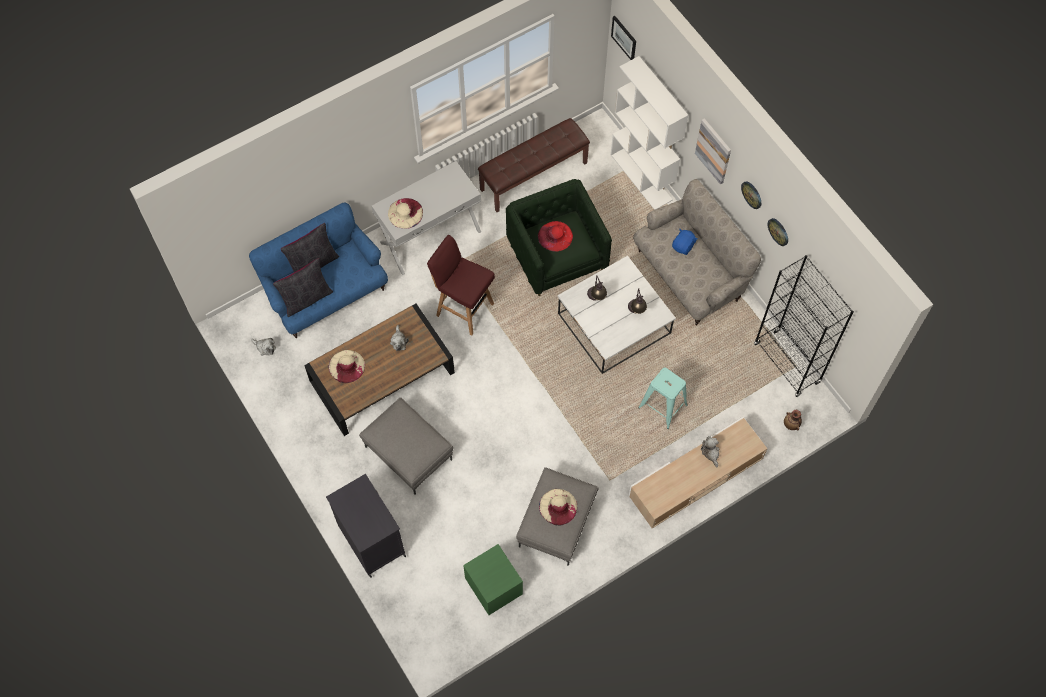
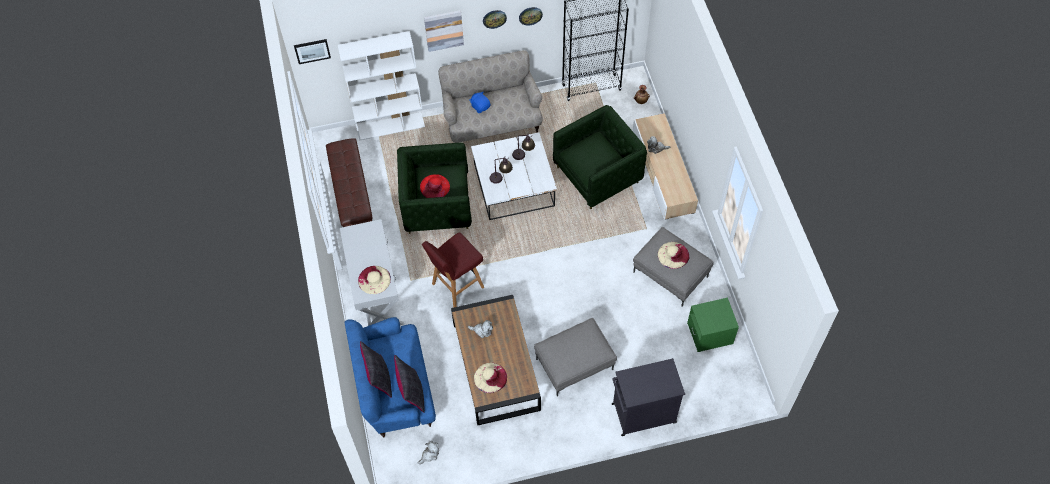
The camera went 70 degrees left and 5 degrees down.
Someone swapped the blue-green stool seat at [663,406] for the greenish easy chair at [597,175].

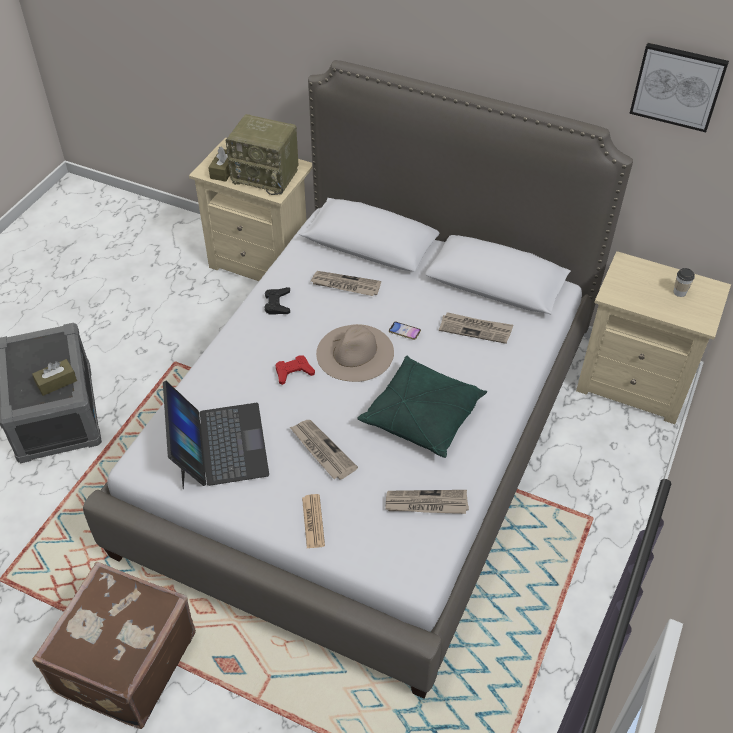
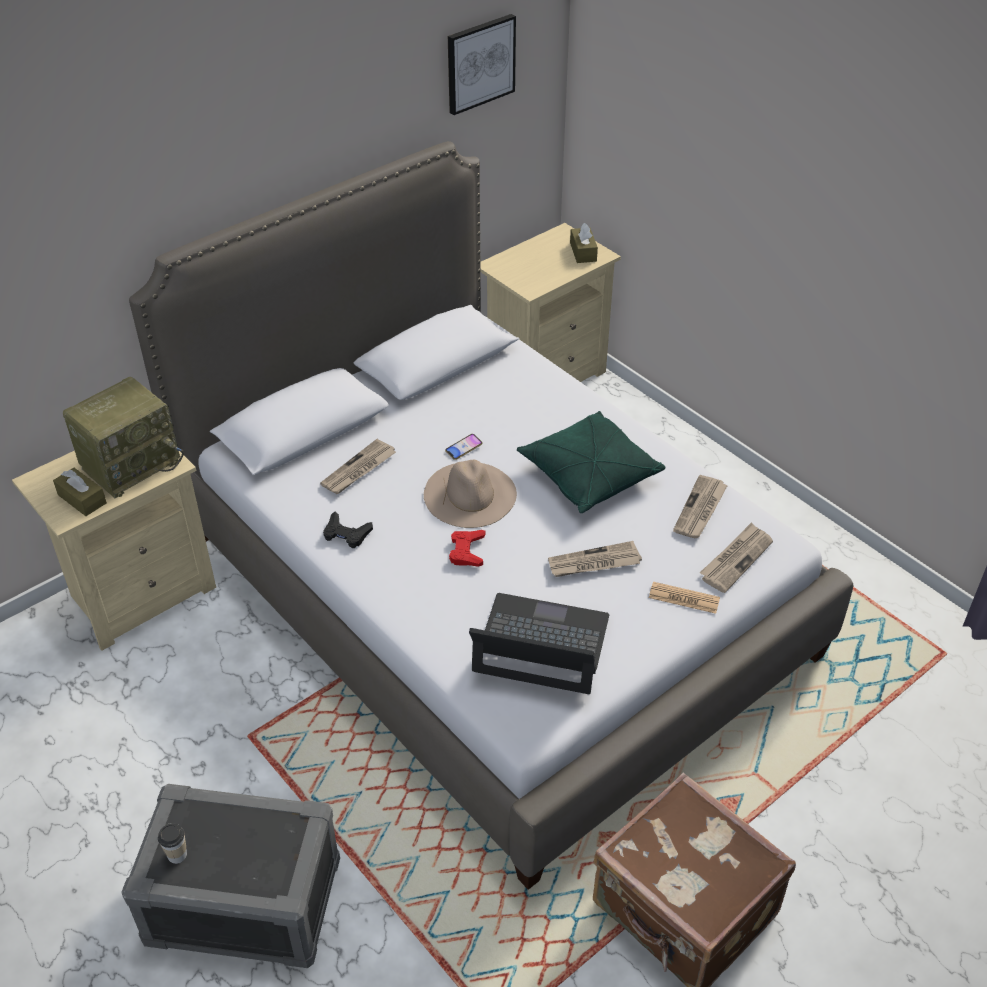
The camera went 65 degrees left and 5 degrees down.
Someone carried the brown-coloured tissue box from [56,382] to [583,252].
Someone carried the daily paper from [476,329] to [736,559].
Someone carried the drinking cup from [679,292] to [177,854].

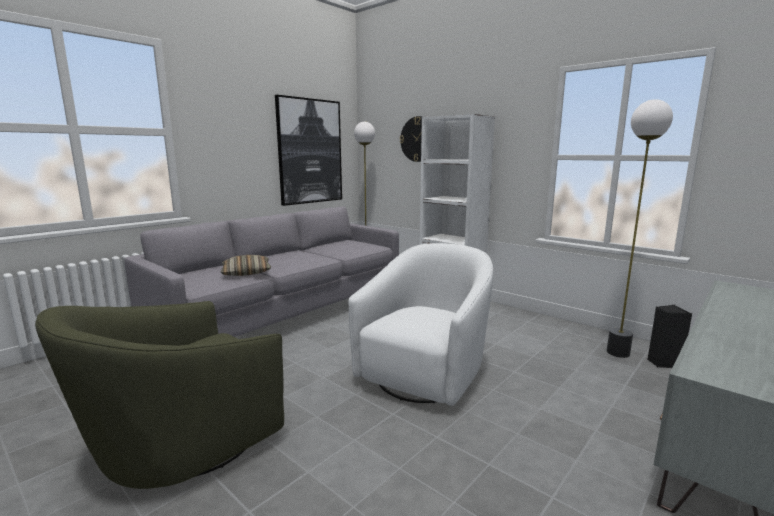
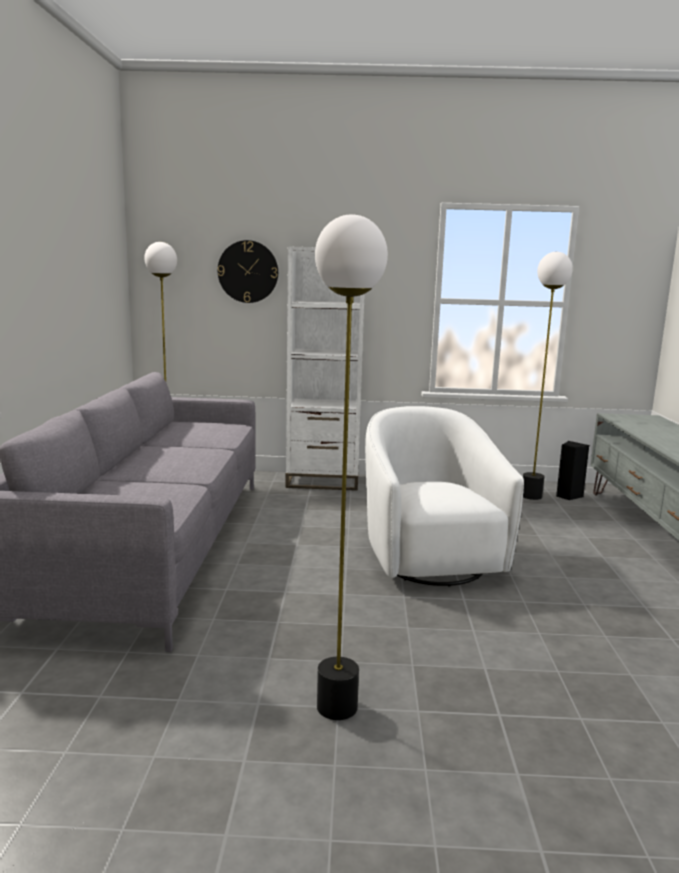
The camera went 40 degrees left and 0 degrees up.
Someone took away the pillow at [246,272].
Someone took away the wall picture at [310,151].
Someone swapped the greenish easy chair at [183,446] for the standing lamp at [336,707].

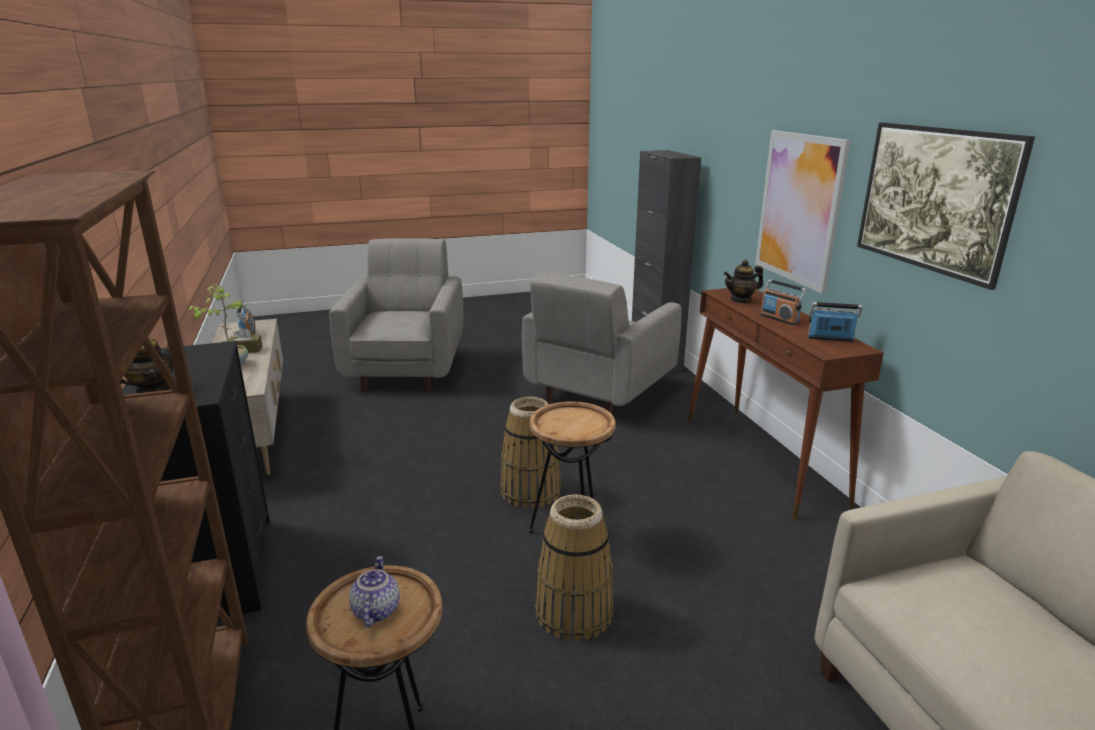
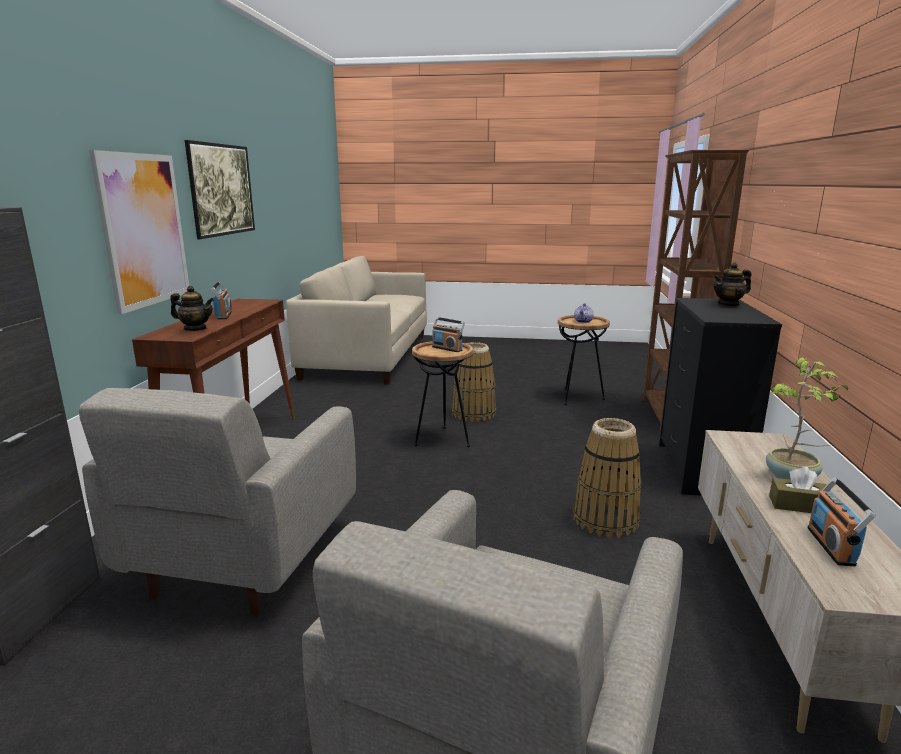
The camera went 155 degrees left and 5 degrees down.
Someone carried the basket from [530,491] to [606,520].
Someone carried the radio receiver from [830,338] to [447,348].
Someone rotated the gray easy chair at [598,394] by 135 degrees clockwise.

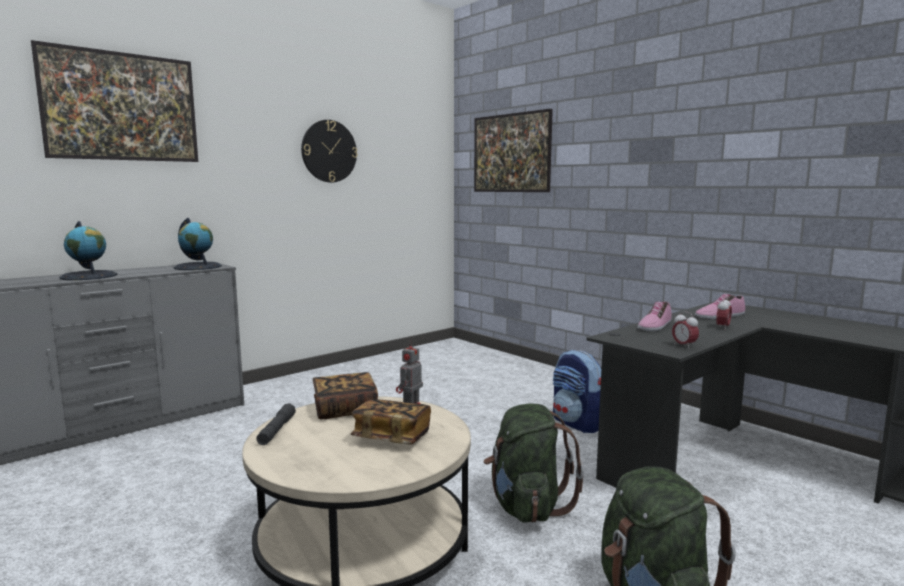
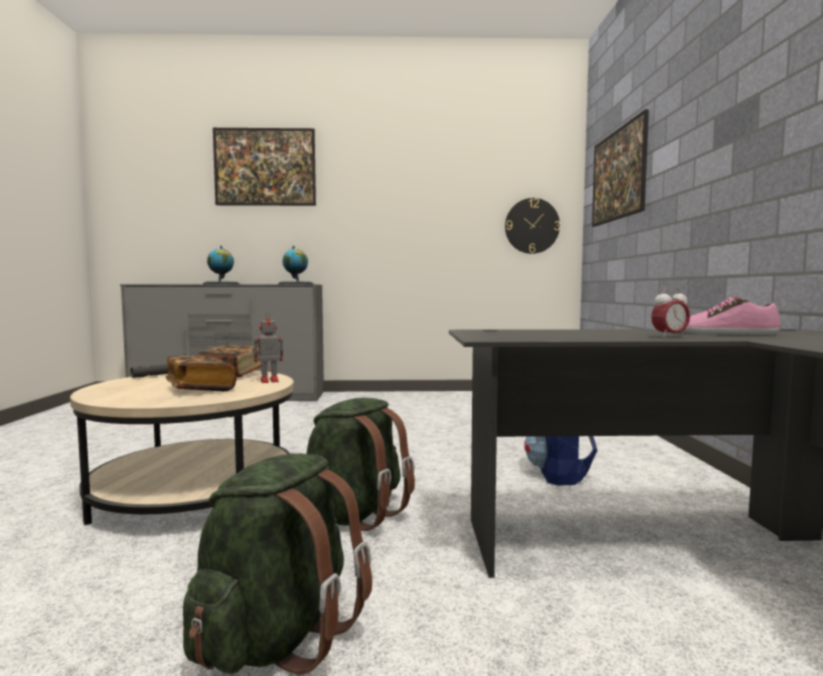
The camera went 40 degrees right and 5 degrees down.
Someone took away the low shoe at [654,326].
Someone took away the alarm clock at [684,346].
Someone carried the clock on the wall from [329,151] to [532,226].

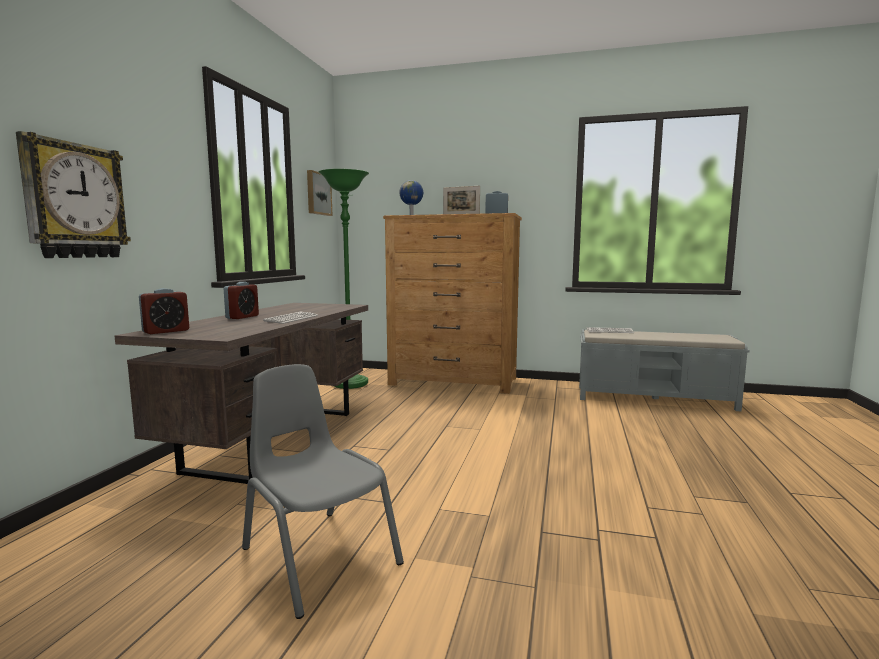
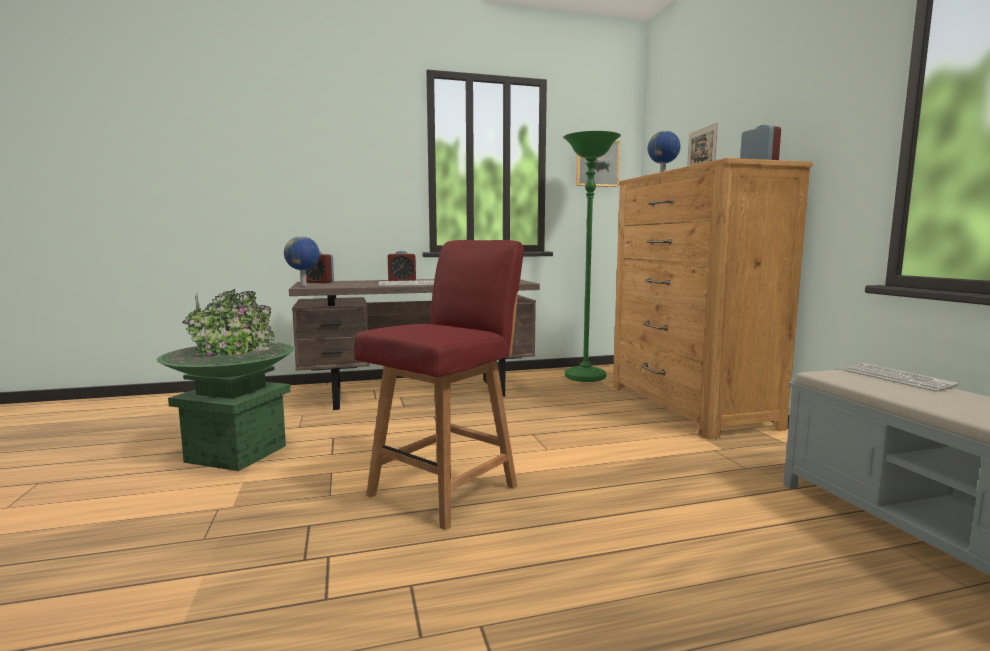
The camera went 60 degrees right and 0 degrees up.
Someone took away the clock on the wall at [74,201].
Someone put down the desk globe at [304,286].
Someone put down the red-coloured plain chair at [446,489].
Someone swapped the gray plain chair at [319,556] for the greenish flower pot at [237,453].

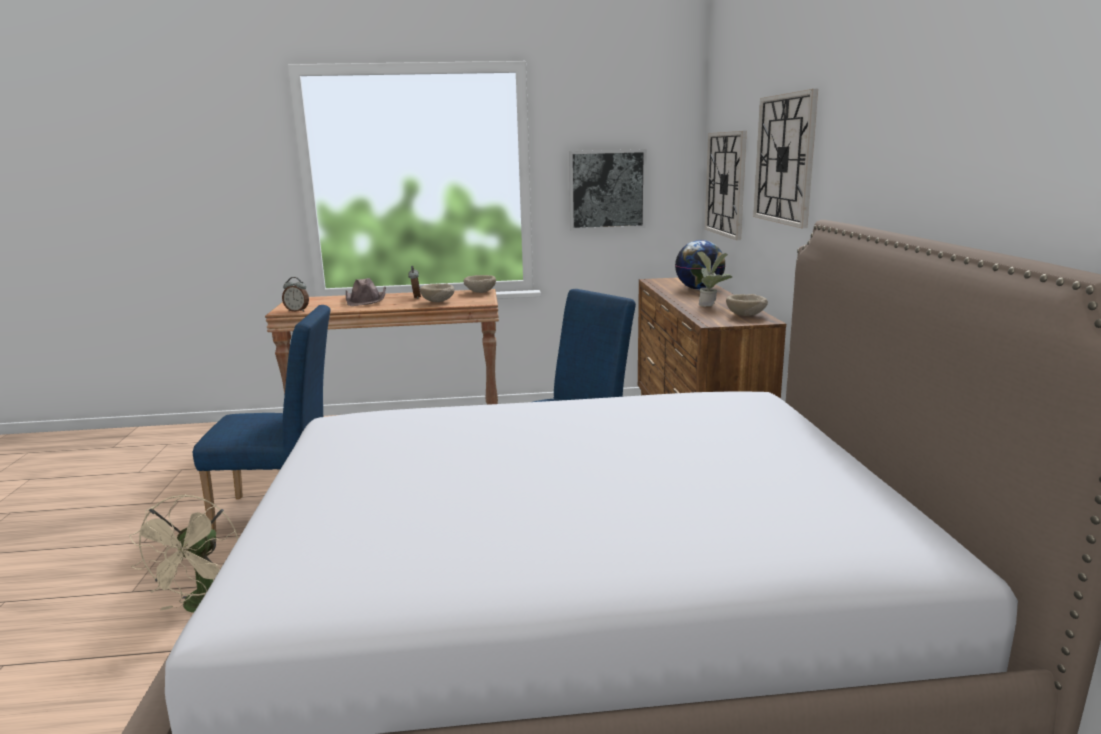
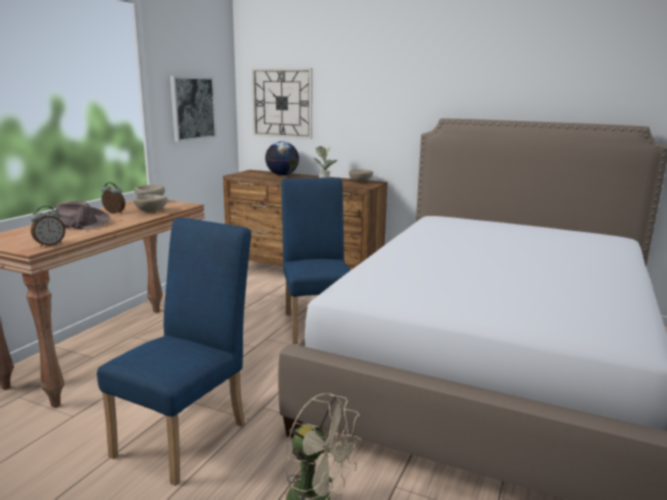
The camera went 60 degrees left and 0 degrees up.
Someone took away the clock on the wall at [785,159].

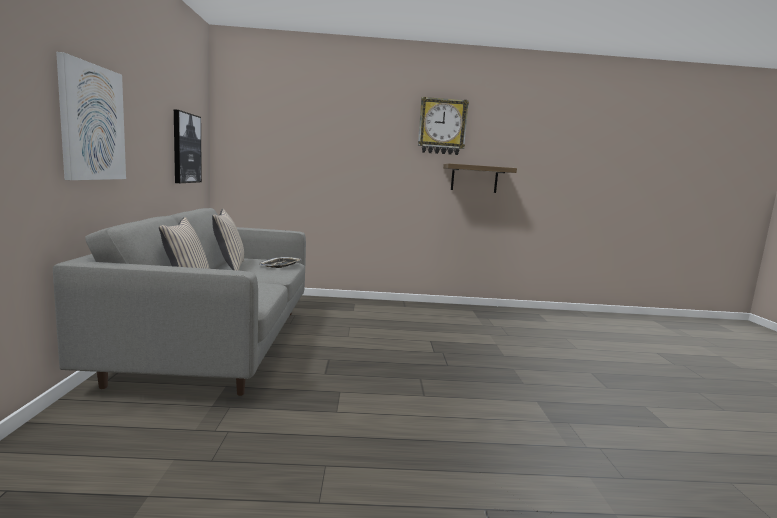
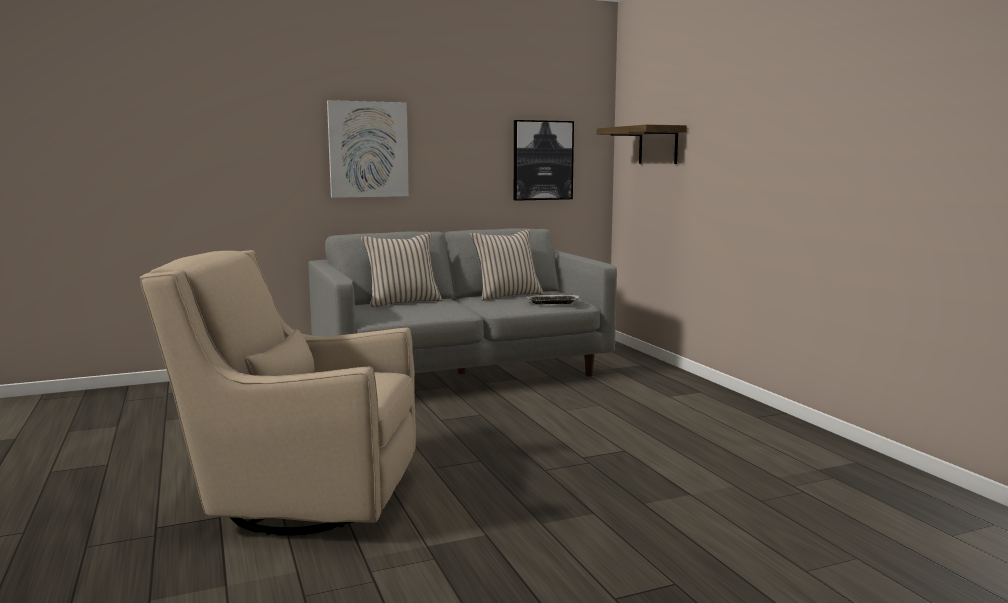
The camera went 70 degrees right and 0 degrees up.
Someone took away the clock on the wall at [442,126].
Someone put down the sand-coloured easy chair at [298,499].
Someone carried the bracket shelf from [474,178] to [658,145].

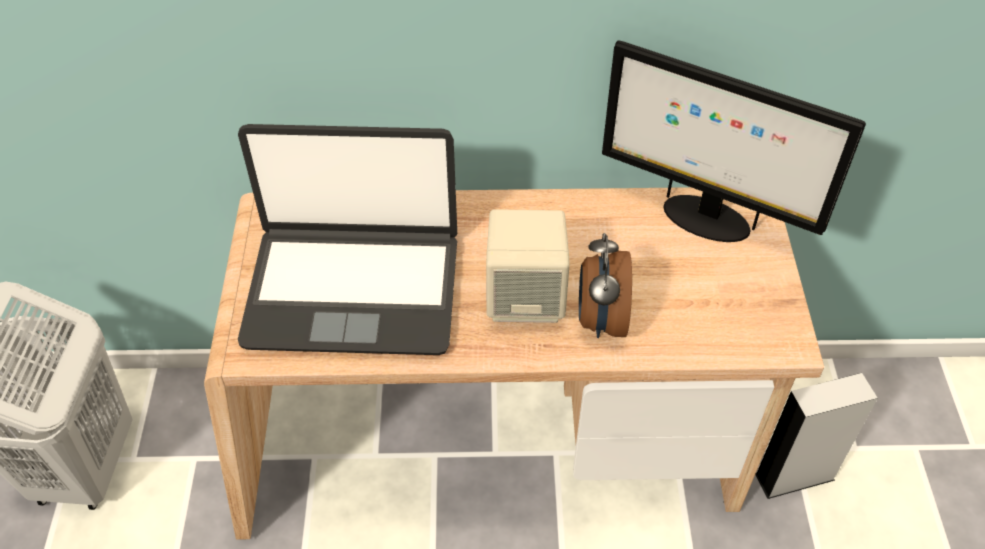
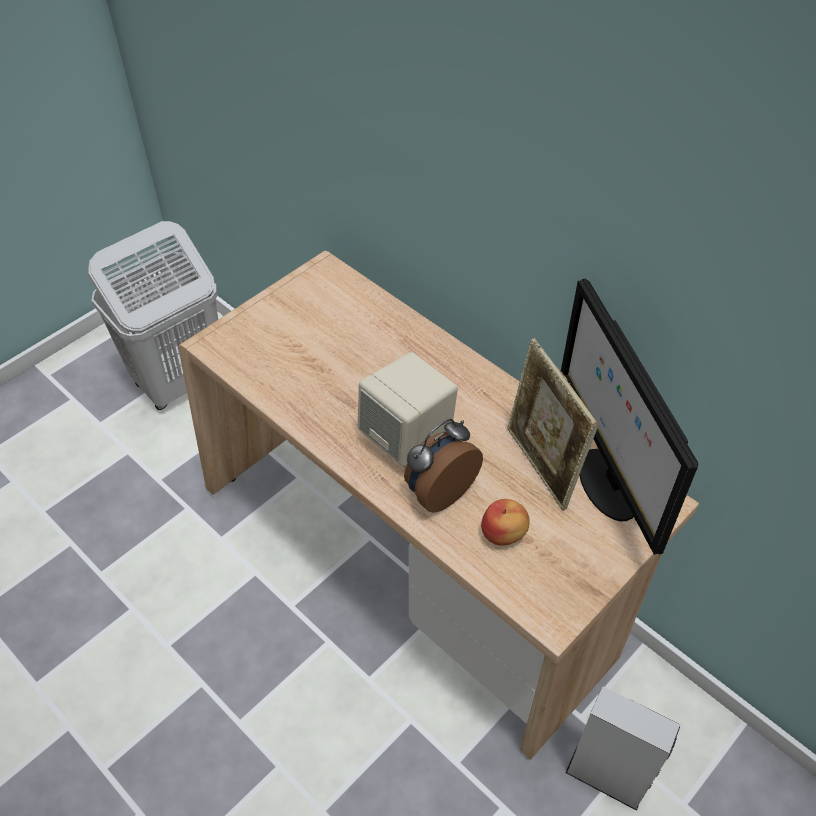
The camera went 45 degrees right and 0 degrees up.
Someone took away the portable computer at [353,289].
Someone put down the apple at [504,534].
Someone put down the picture frame at [541,467].

